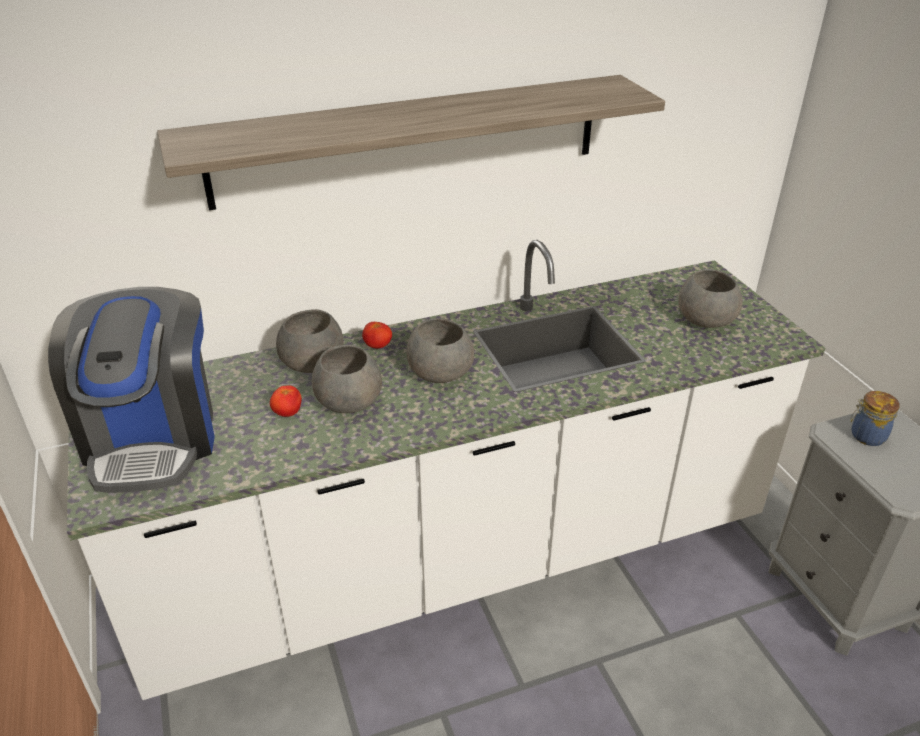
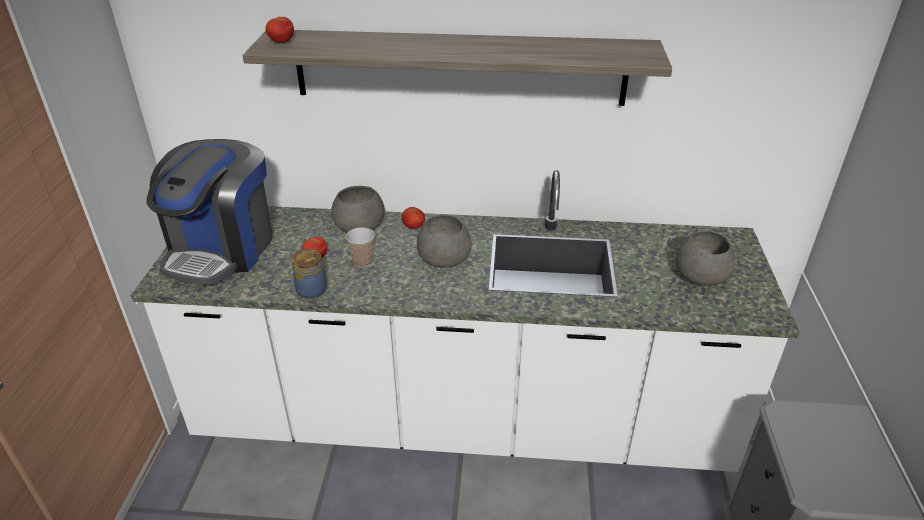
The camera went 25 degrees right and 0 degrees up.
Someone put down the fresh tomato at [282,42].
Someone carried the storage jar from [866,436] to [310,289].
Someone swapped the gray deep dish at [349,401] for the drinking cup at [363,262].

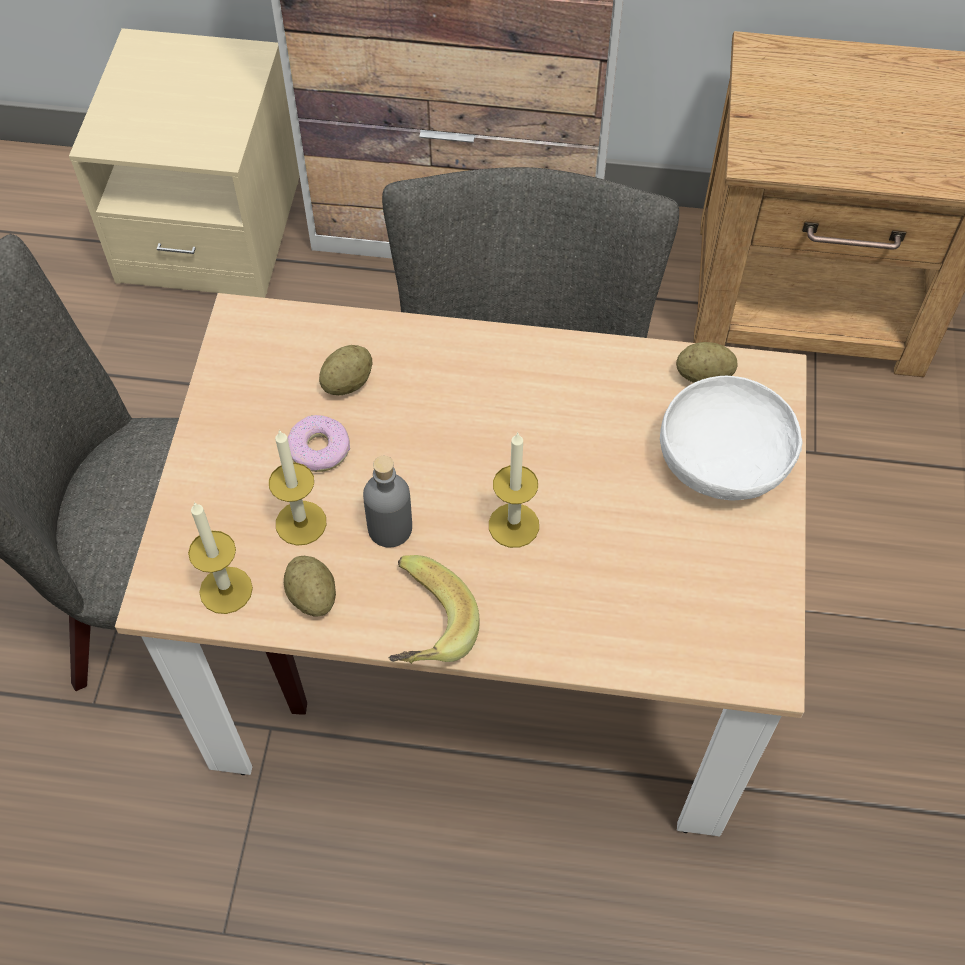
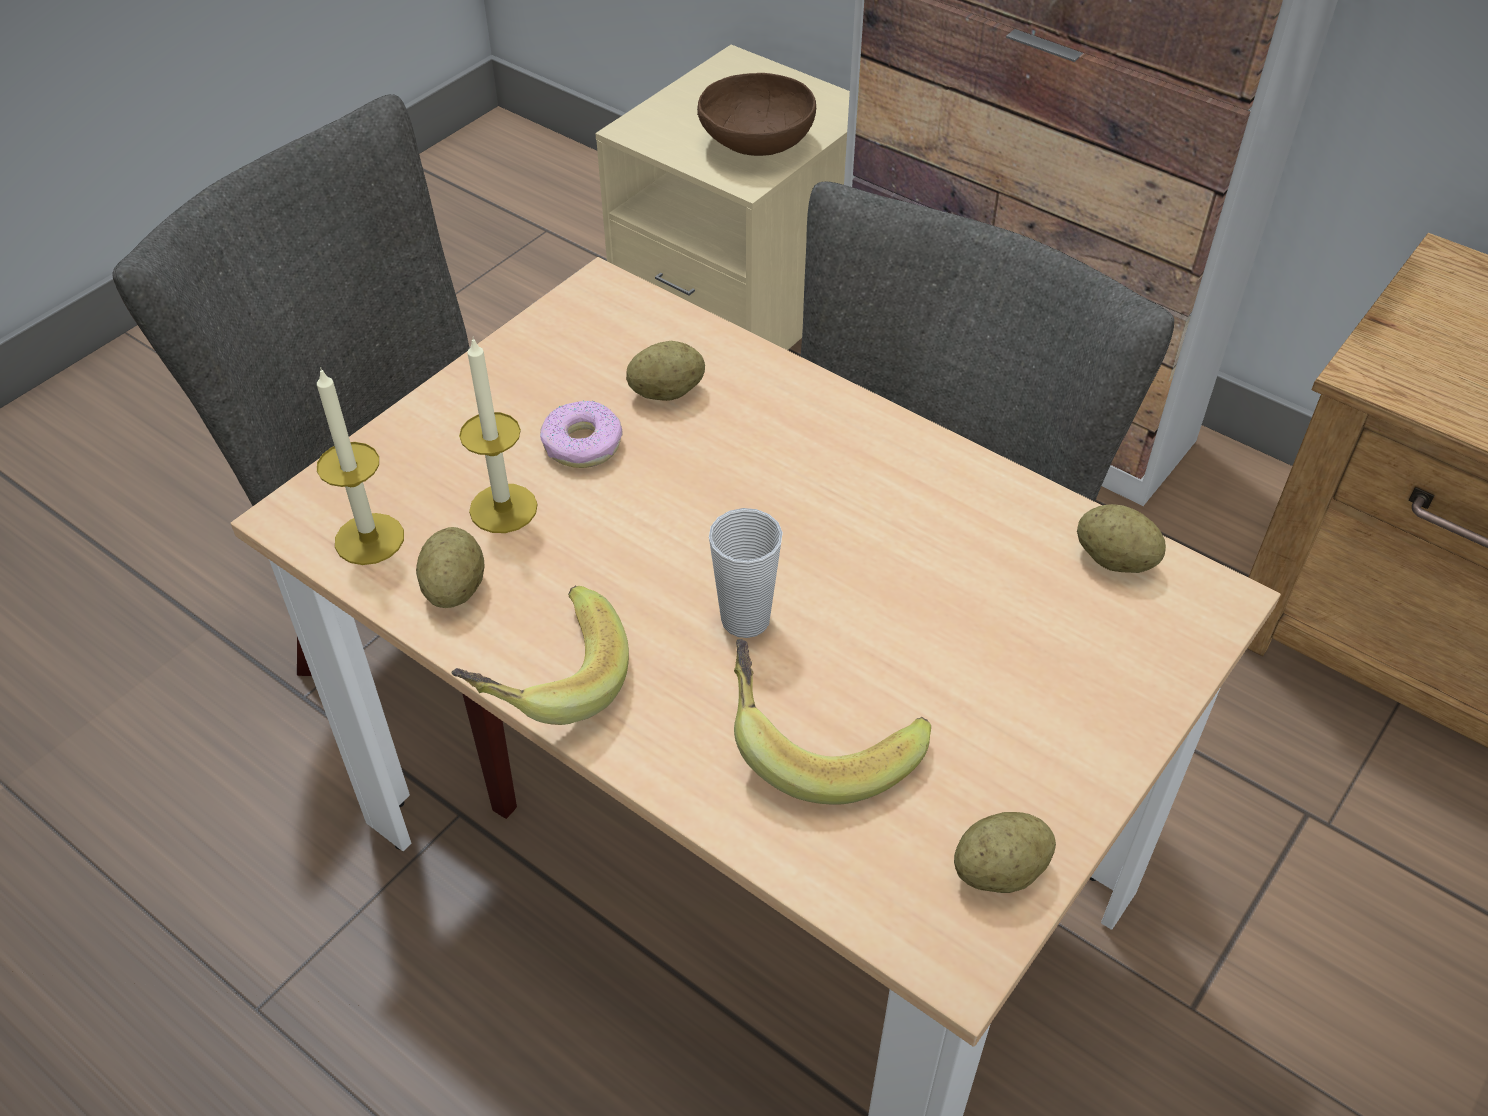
The camera went 30 degrees right and 10 degrees down.
Someone took away the gray drink bottle at [390,528].
Someone took away the whitish deep dish at [724,461].
Someone put down the brown-coloured deep dish at [756,146].
Someone put down the whole banana at [819,741].
Someone put down the whole potato at [999,871].
Someone swapped the wax light at [513,525] for the drinking cup at [745,619].

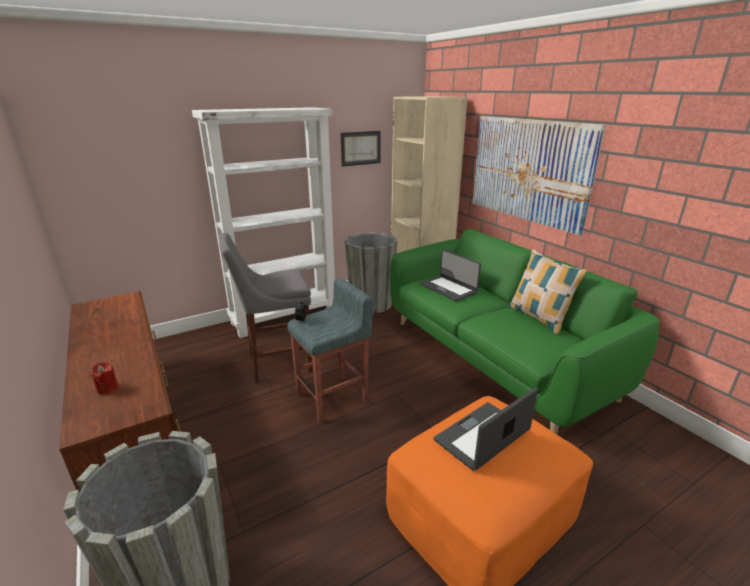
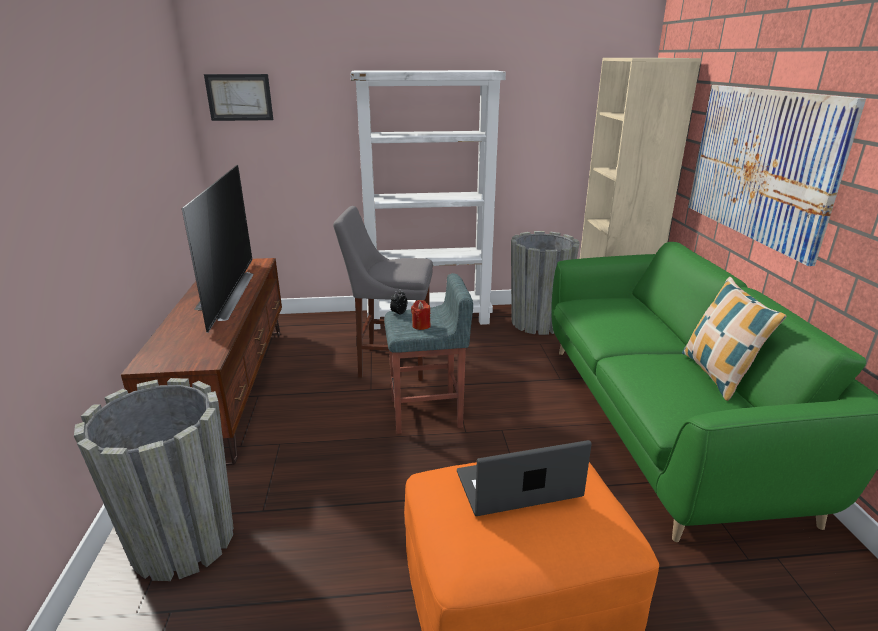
The camera went 25 degrees right and 0 degrees up.
Someone took away the portable computer at [448,288].
Someone put down the television at [225,295].
Someone carried the red-coloured wax light from [107,388] to [421,326].
Someone carried the wall picture from [360,148] to [239,97].

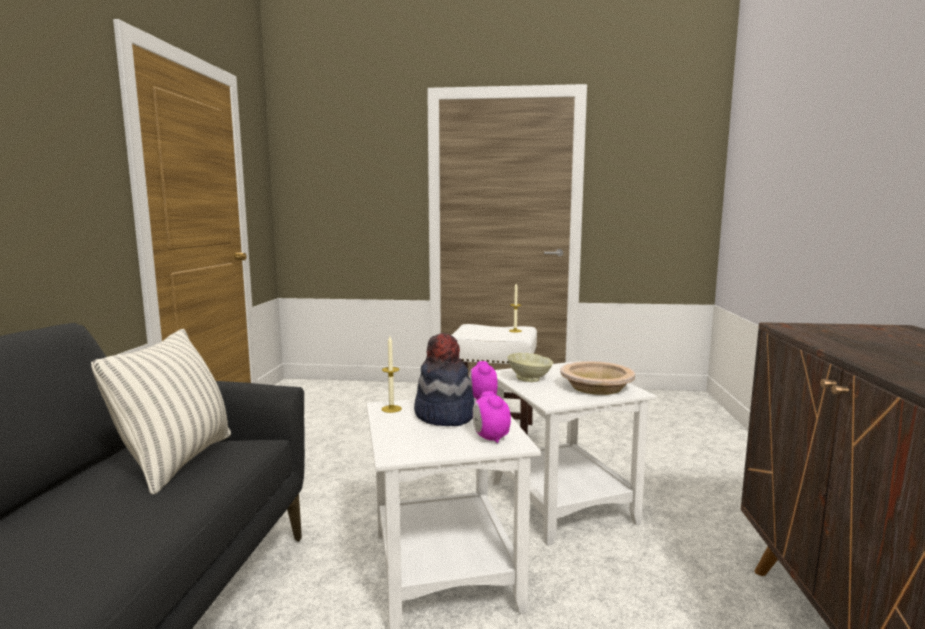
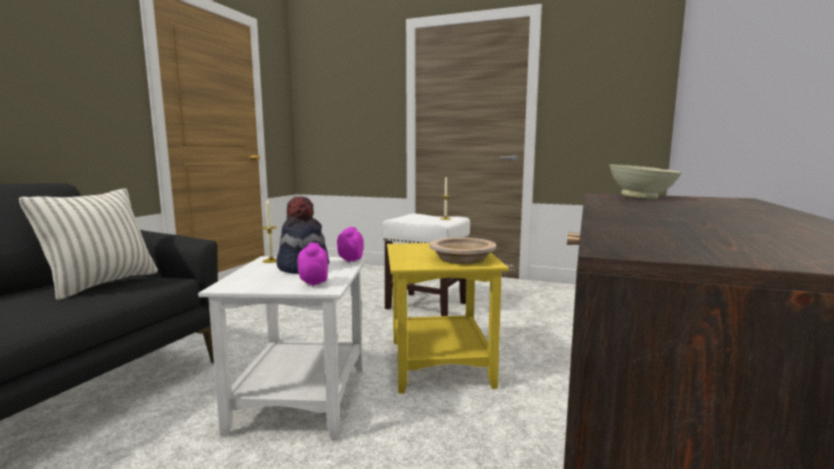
The camera went 15 degrees right and 0 degrees up.
Someone carried the sand-coloured deep dish from [529,379] to [642,198].
Someone repainted the whitish accent table at [563,501], which became the yellow-coloured accent table at [441,362].

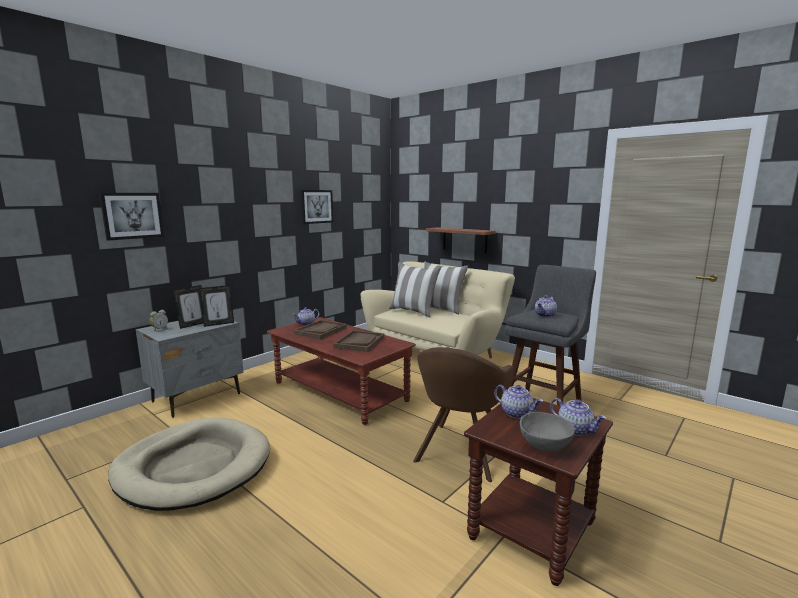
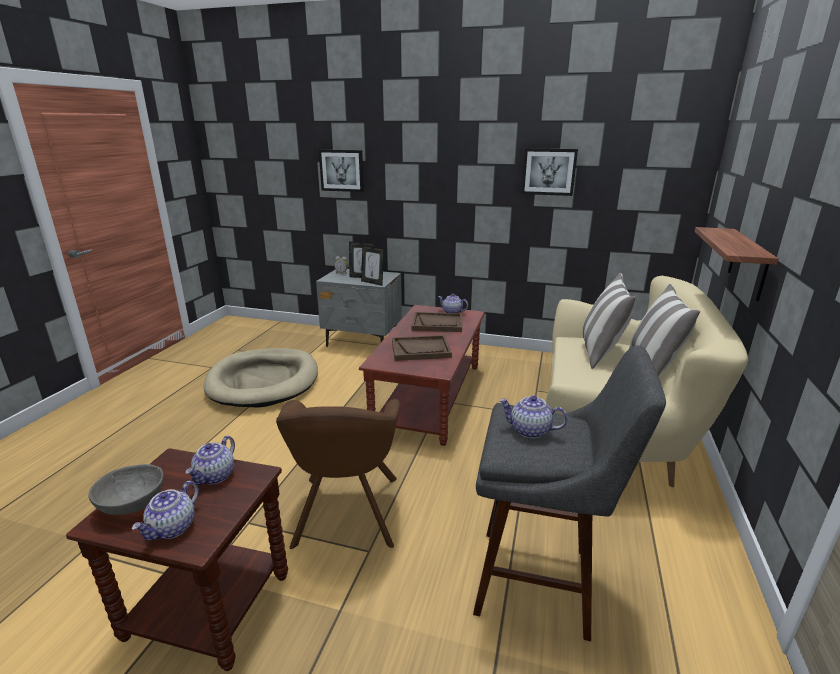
The camera went 65 degrees right and 10 degrees up.
Someone rotated the brown-coloured easy chair at [460,453] by 90 degrees counterclockwise.

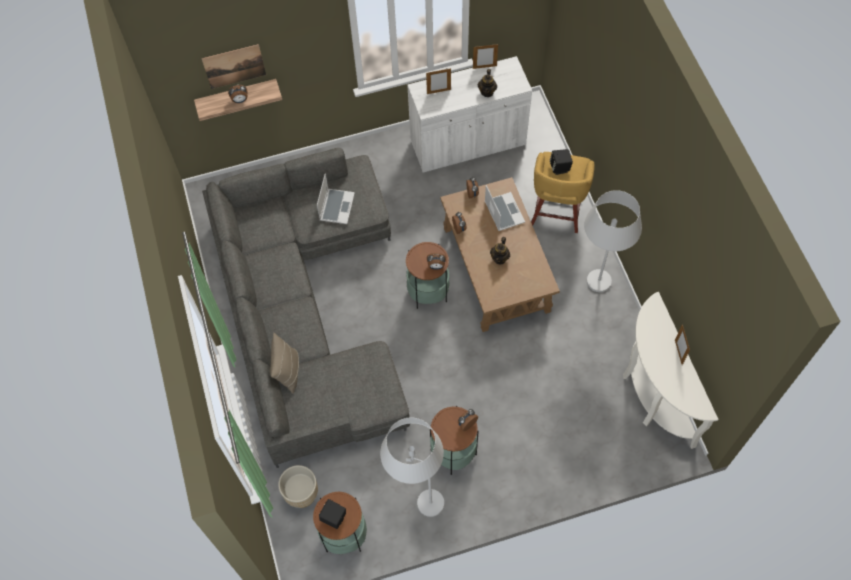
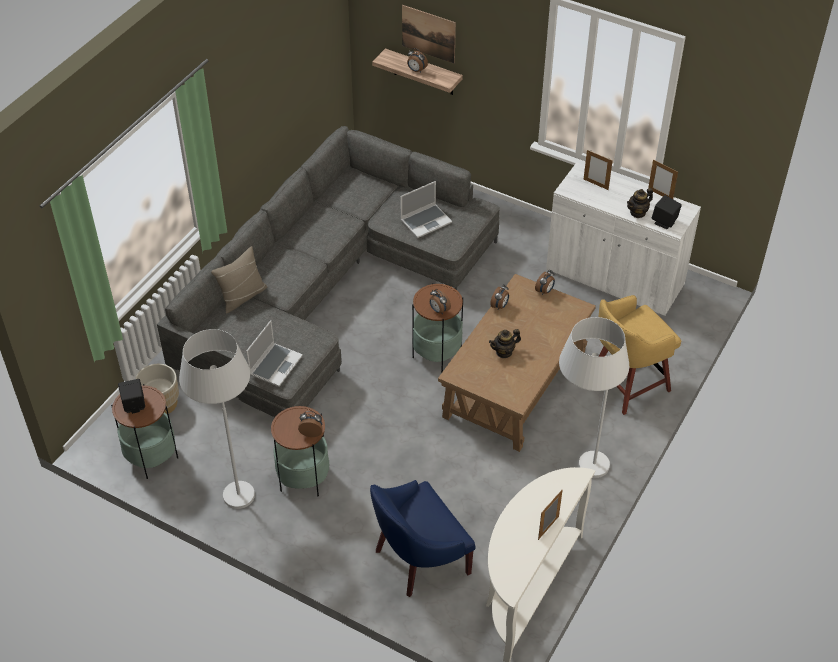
The camera went 45 degrees right and 15 degrees down.
Someone put down the blue-coloured easy chair at [418,558].
Someone carried the portable computer from [503,212] to [275,365].
Someone carried the black speaker from [560,168] to [664,222].

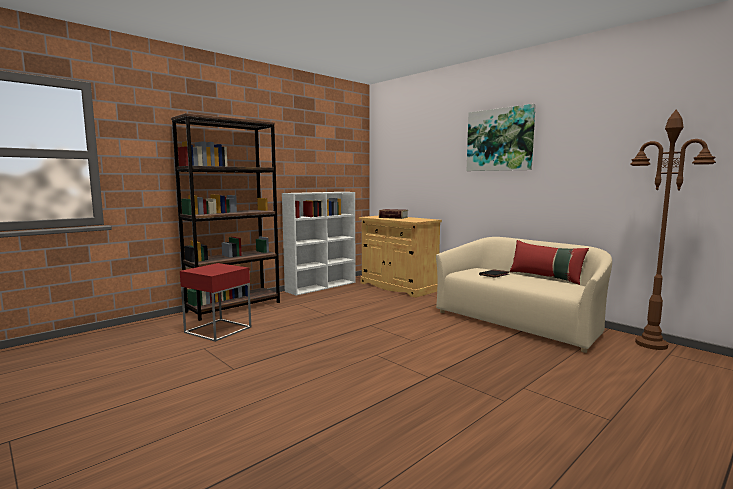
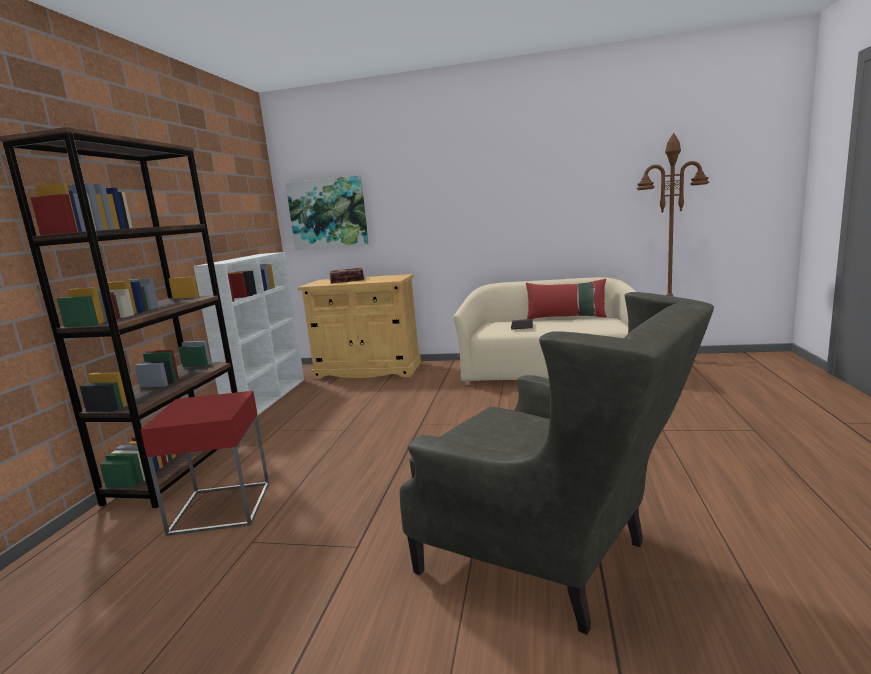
The camera went 35 degrees left and 5 degrees up.
Someone put down the gray easy chair at [553,559].
Someone carried the wall picture from [499,140] to [328,213].

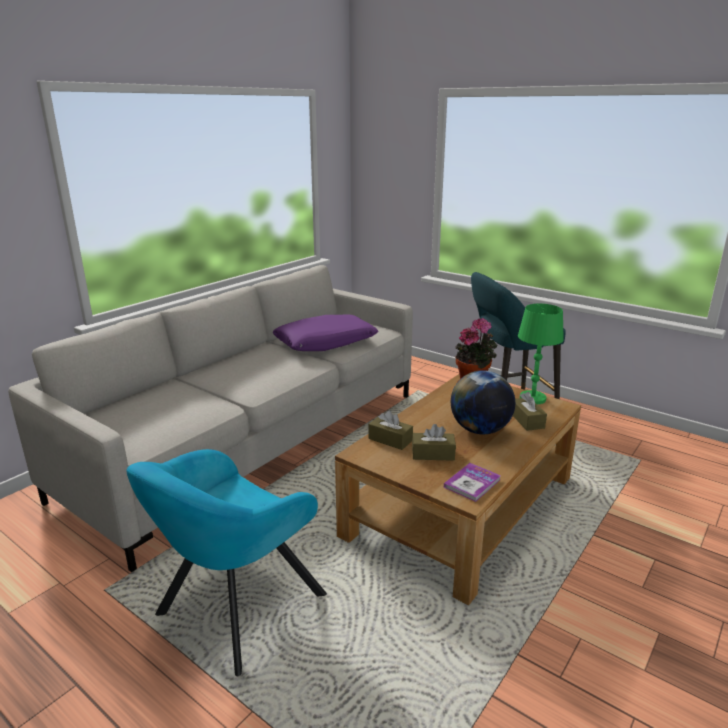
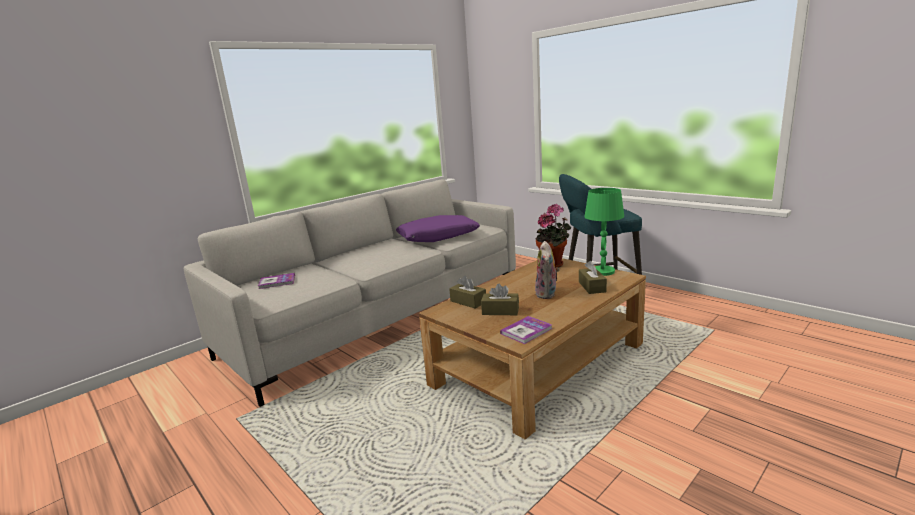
The camera went 10 degrees right and 5 degrees down.
Someone took away the blue-green easy chair at [235,609].
Someone put down the bound book at [277,282].
Someone swapped the desk globe at [480,430] for the cuddly toy at [547,294].

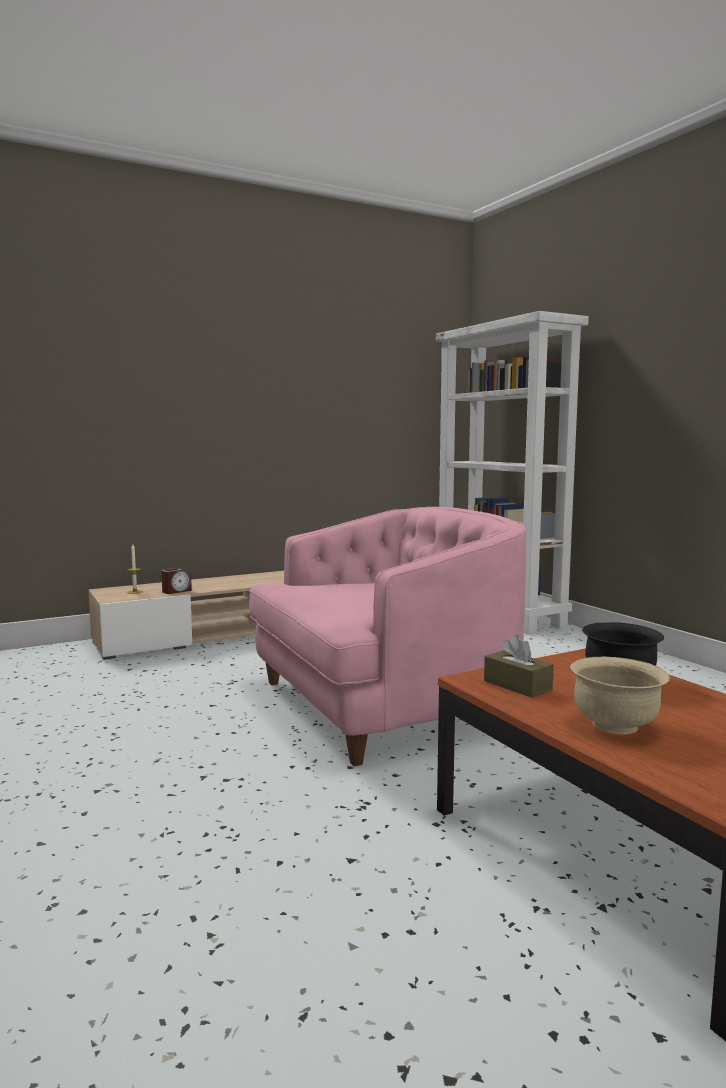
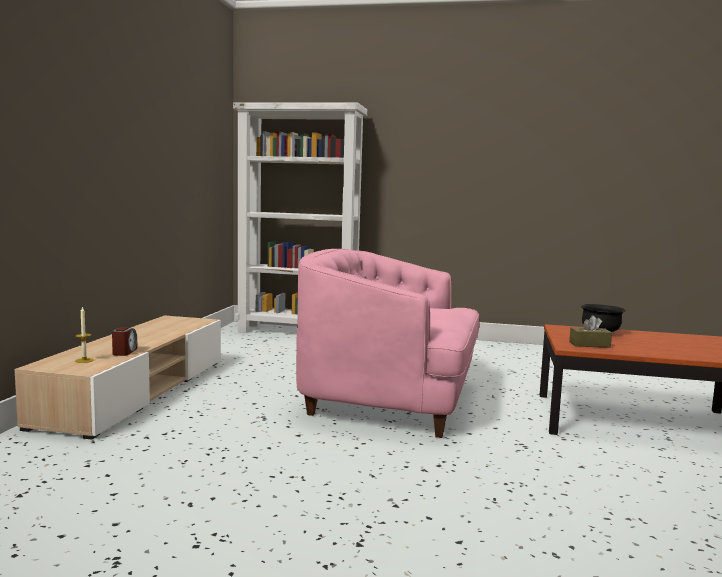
The camera went 50 degrees left and 0 degrees up.
Someone took away the sand-coloured deep dish at [615,726].
Someone rotated the pink easy chair at [381,704] by 90 degrees counterclockwise.

